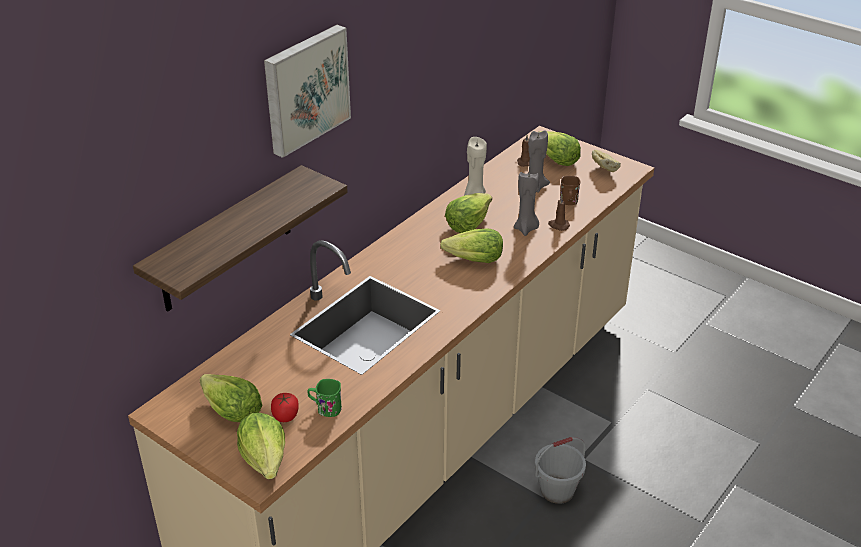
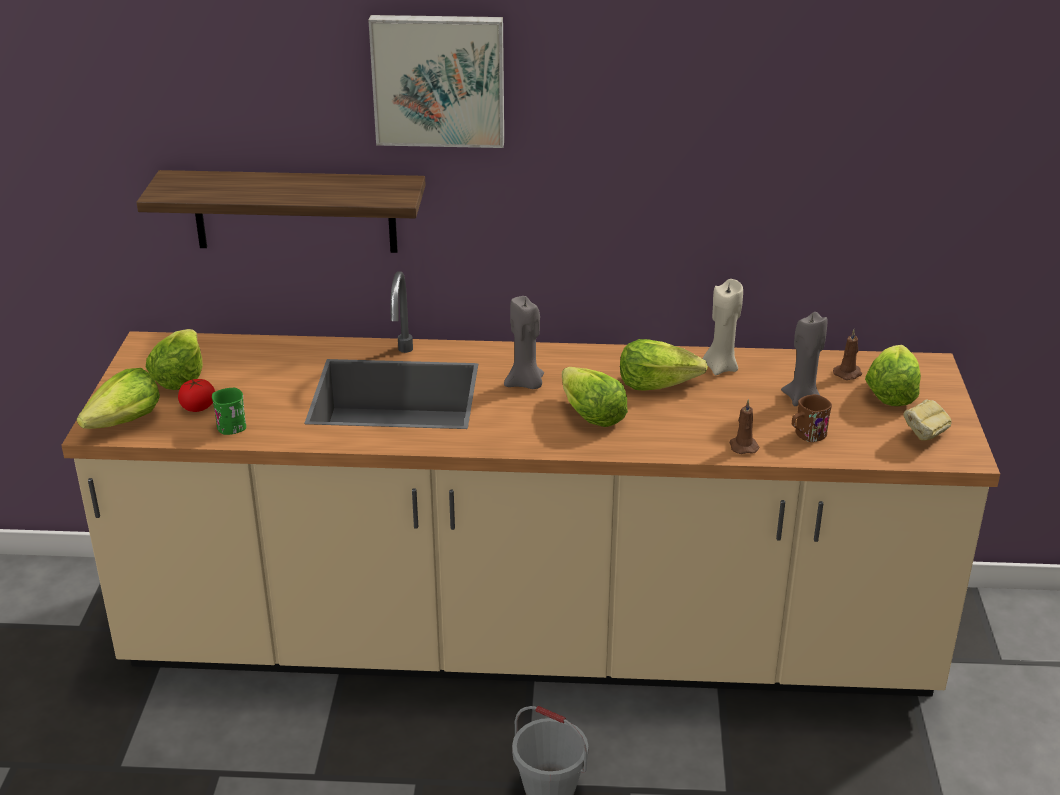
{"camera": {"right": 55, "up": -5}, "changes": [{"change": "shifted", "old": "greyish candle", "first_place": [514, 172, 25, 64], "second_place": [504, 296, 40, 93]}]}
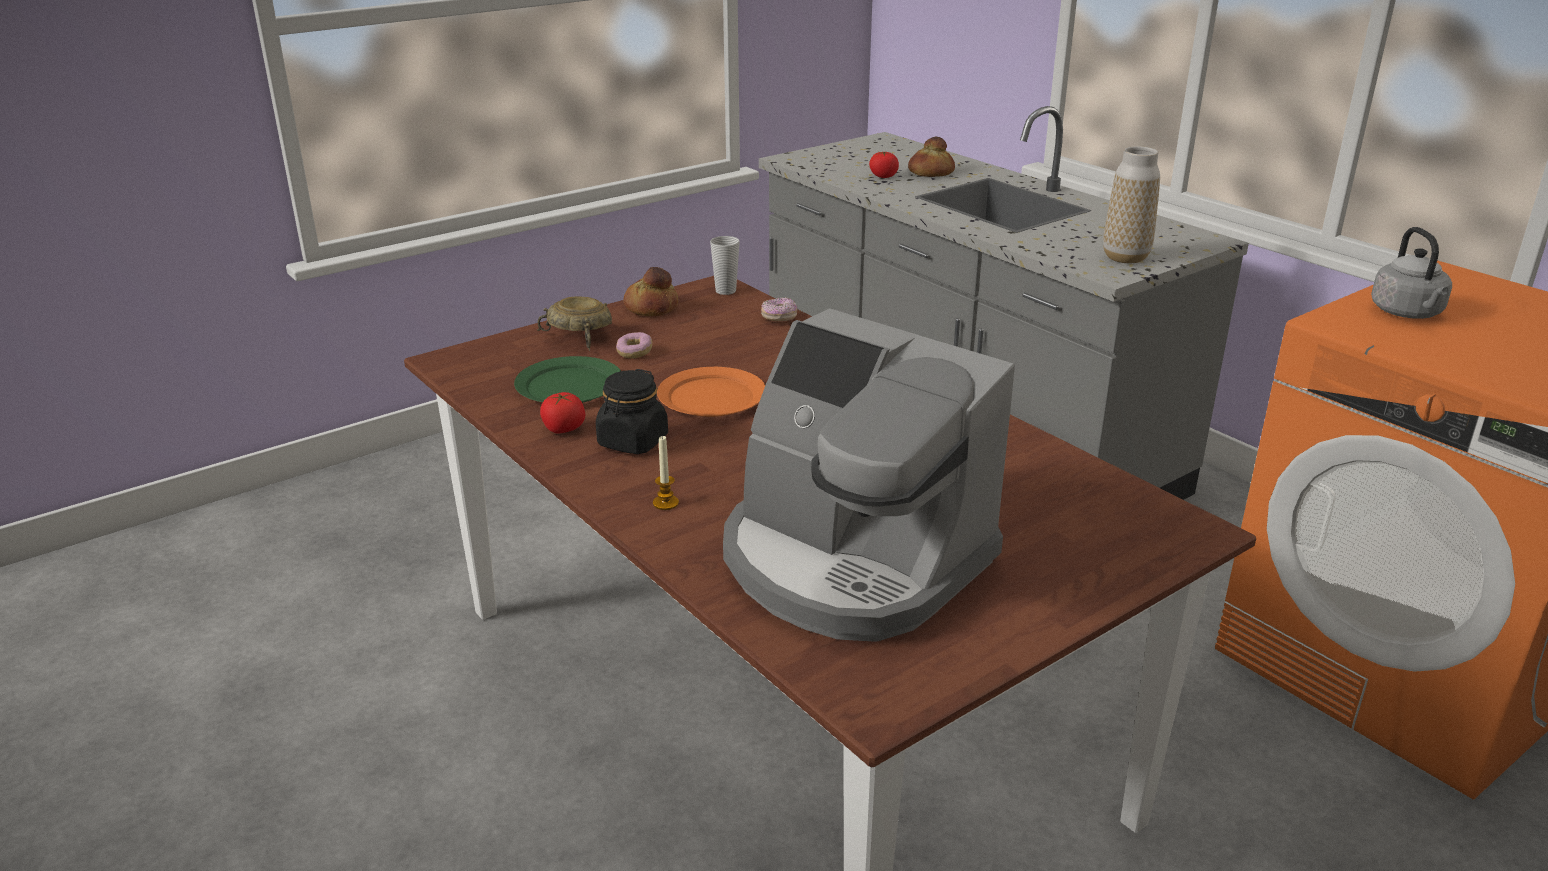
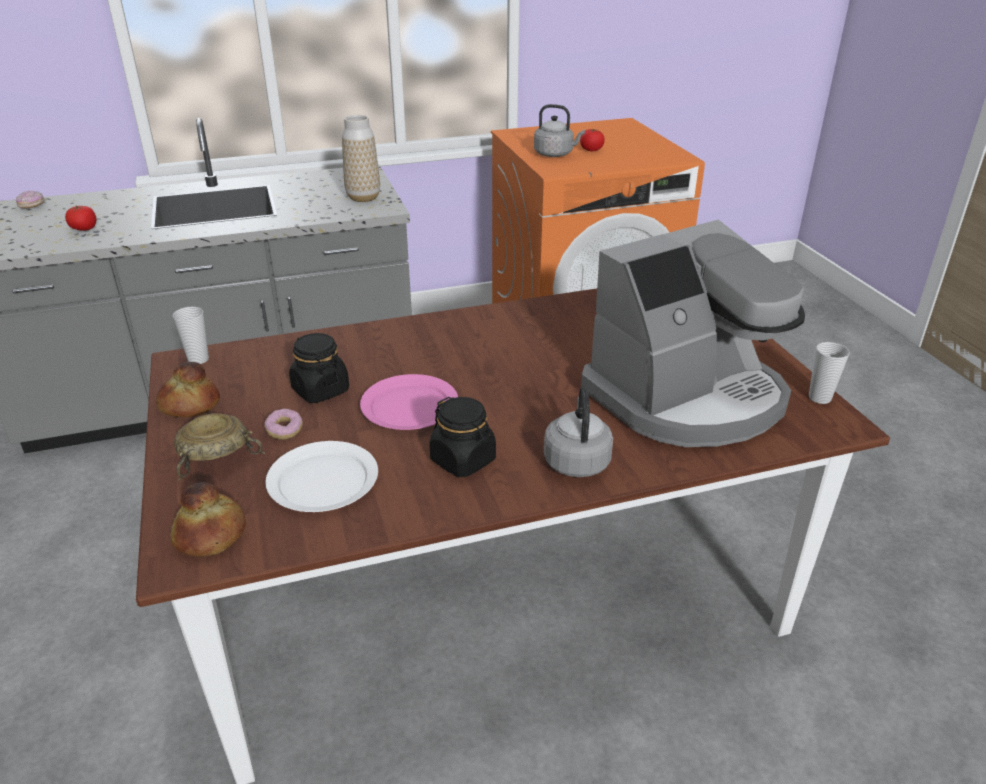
{"camera": {"right": -70, "up": 5}, "changes": [{"change": "shifted", "old": "ring doughnut", "first_place": [761, 297, 36, 24], "second_place": [16, 191, 28, 18]}, {"change": "shifted", "old": "baked bread", "first_place": [908, 137, 47, 40], "second_place": [171, 482, 75, 74]}, {"change": "repainted", "old": "green dinner plate", "new": "whitish dinner plate", "first_place": [514, 356, 107, 47], "second_place": [265, 441, 113, 71]}, {"change": "new", "new": "black-coloured storage jar", "second_place": [289, 333, 60, 70]}, {"change": "repainted", "old": "orange-coloured dinner plate", "new": "pink dinner plate", "first_place": [657, 367, 108, 50], "second_place": [360, 374, 98, 56]}, {"change": "swapped", "old": "candle", "new": "greyish kettle", "first_place": [653, 435, 26, 75], "second_place": [544, 386, 69, 91]}, {"change": "shifted", "old": "tomato", "first_place": [540, 392, 45, 41], "second_place": [580, 129, 25, 22]}, {"change": "new", "new": "small cup", "second_place": [809, 342, 41, 62]}]}
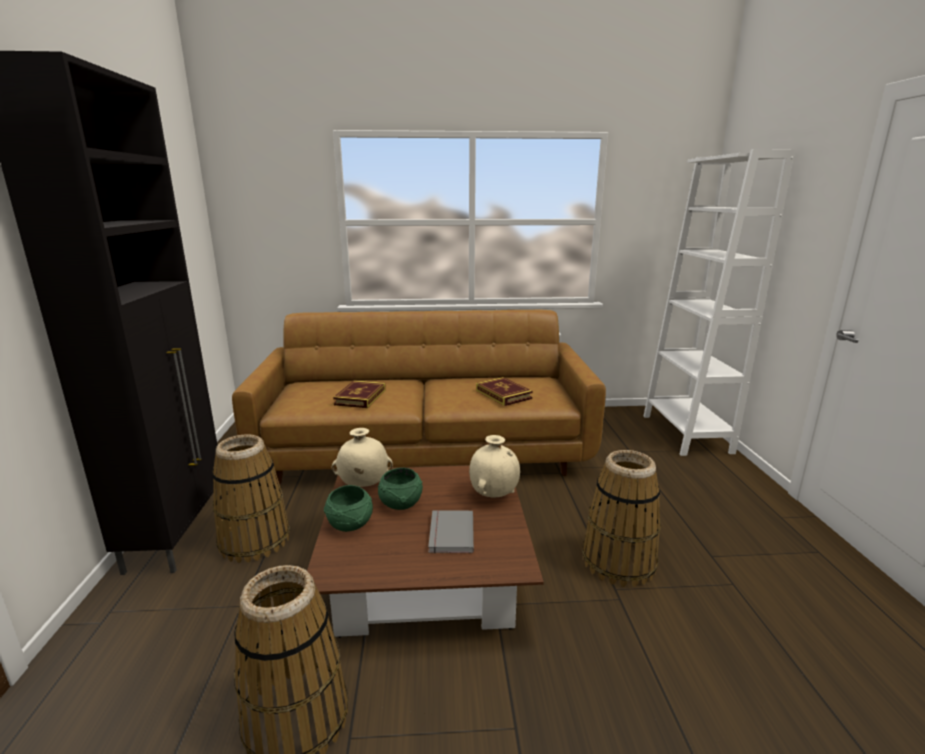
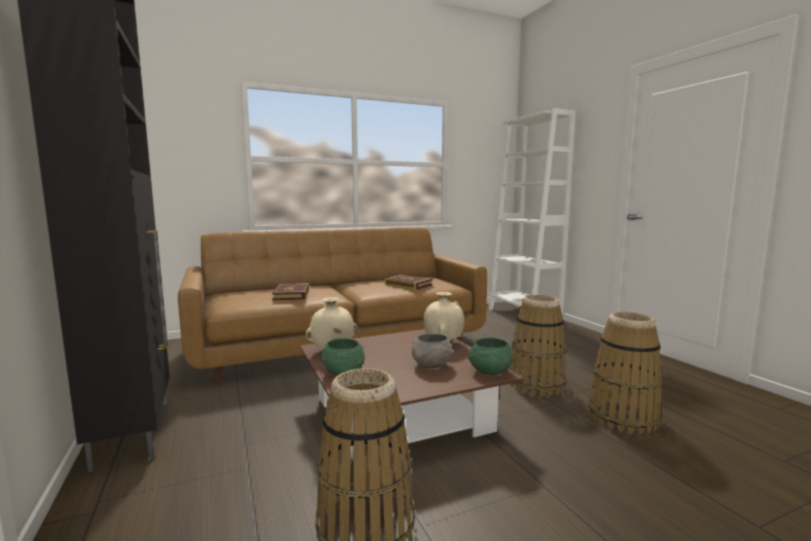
{"camera": {"right": -20, "up": -10}, "changes": [{"change": "swapped", "old": "greyish bound book", "new": "greyish deep dish", "first_place": [428, 510, 46, 43], "second_place": [412, 333, 41, 35]}, {"change": "shifted", "old": "green deep dish", "first_place": [378, 468, 45, 42], "second_place": [468, 338, 45, 37]}, {"change": "shifted", "old": "household basket", "first_place": [212, 434, 78, 129], "second_place": [588, 312, 75, 122]}]}
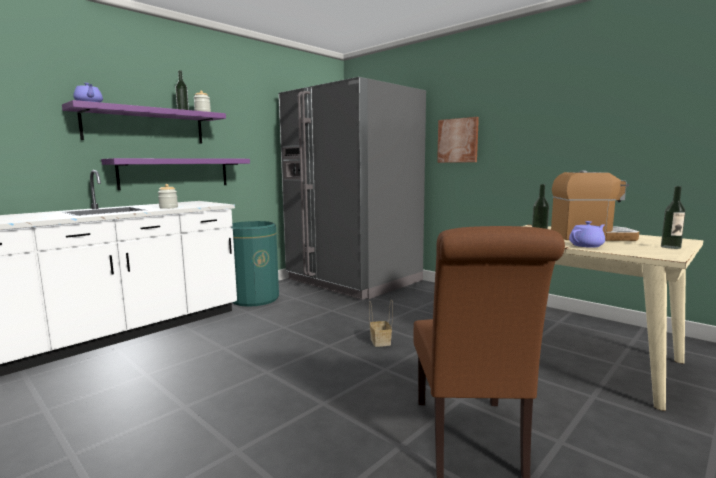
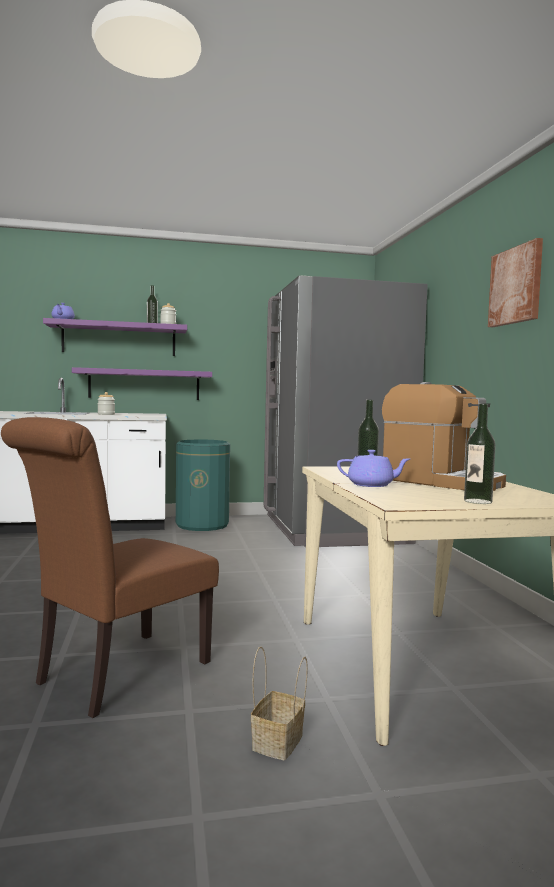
{"camera": {"right": 35, "up": -5}, "changes": [{"change": "shifted", "old": "household basket", "first_place": [369, 301, 24, 46], "second_place": [251, 646, 57, 114]}, {"change": "shifted", "old": "wall picture", "first_place": [437, 117, 42, 46], "second_place": [488, 238, 55, 89]}]}
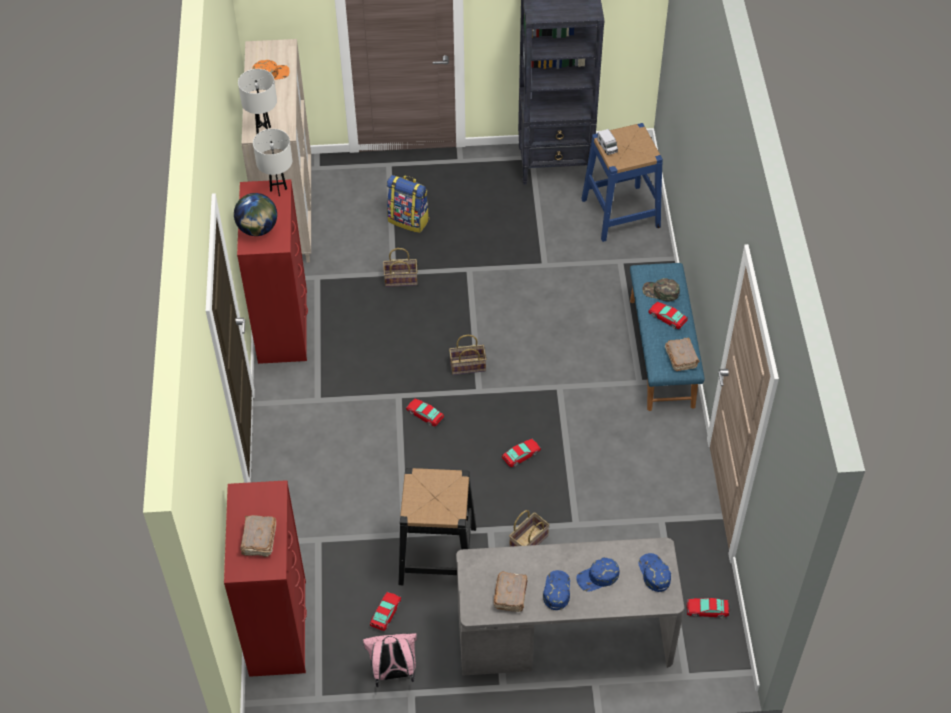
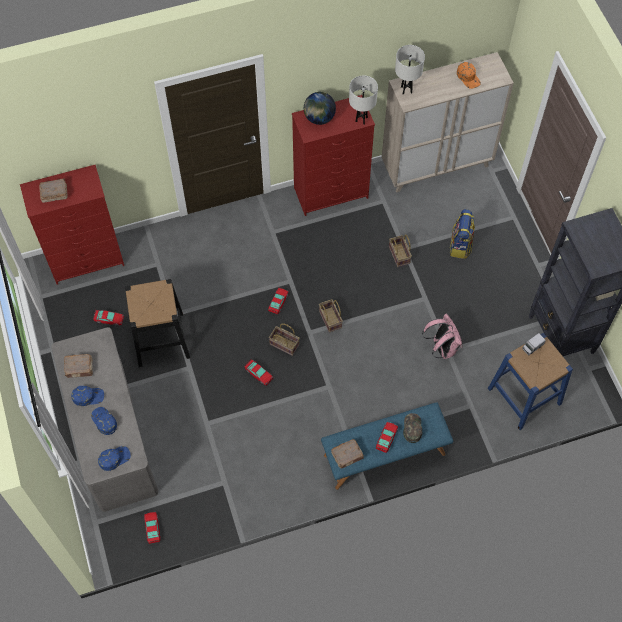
{"camera": {"right": 75, "up": 10}, "changes": [{"change": "shifted", "old": "household basket", "first_place": [509, 510, 40, 37], "second_place": [269, 323, 31, 33]}, {"change": "shifted", "old": "pink knapsack", "first_place": [363, 633, 54, 54], "second_place": [422, 314, 40, 45]}]}
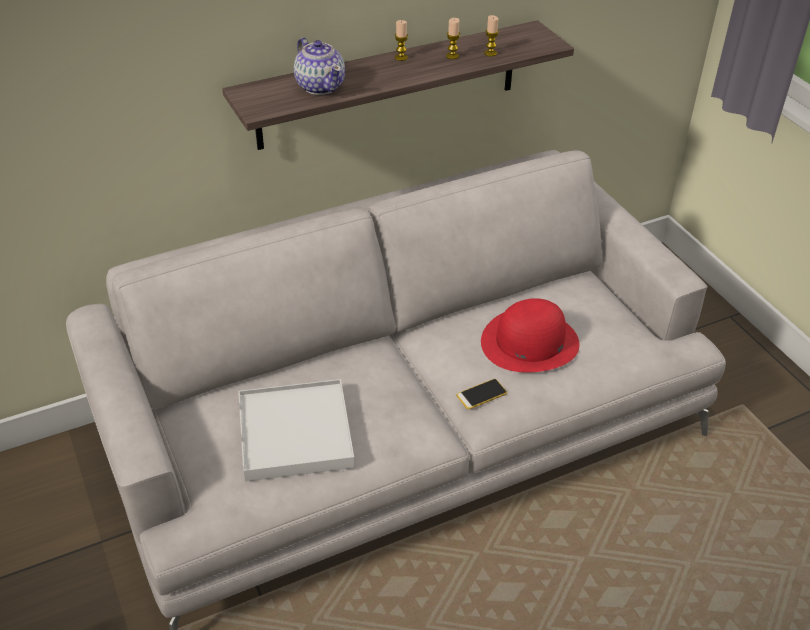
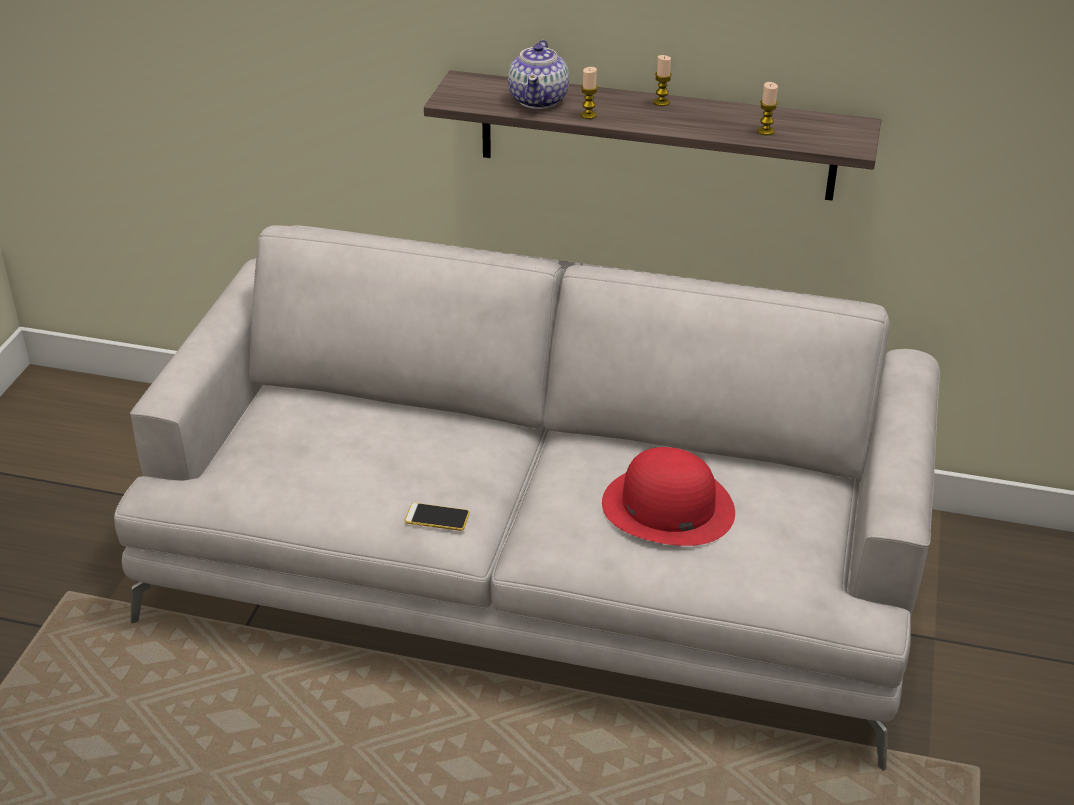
{"camera": {"right": 40, "up": -5}, "changes": [{"change": "shifted", "old": "handset", "first_place": [457, 379, 50, 30], "second_place": [405, 503, 65, 28]}, {"change": "shifted", "old": "candle", "first_place": [446, 18, 14, 41], "second_place": [580, 67, 18, 52]}, {"change": "gone", "old": "whitish carrying tray", "first_place": [238, 379, 117, 103]}]}
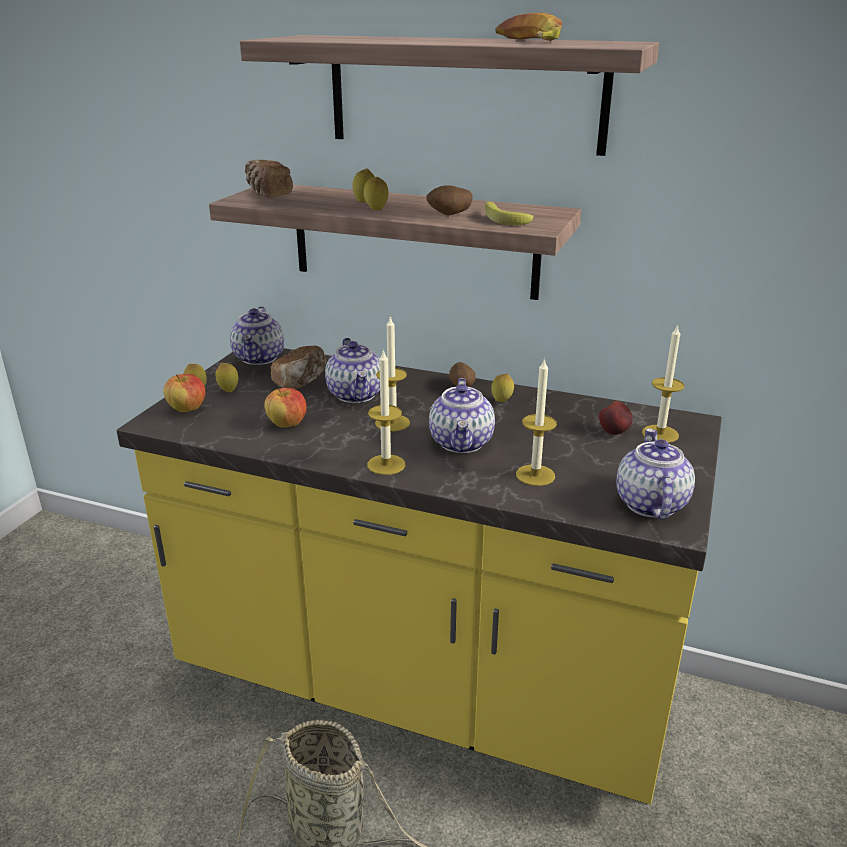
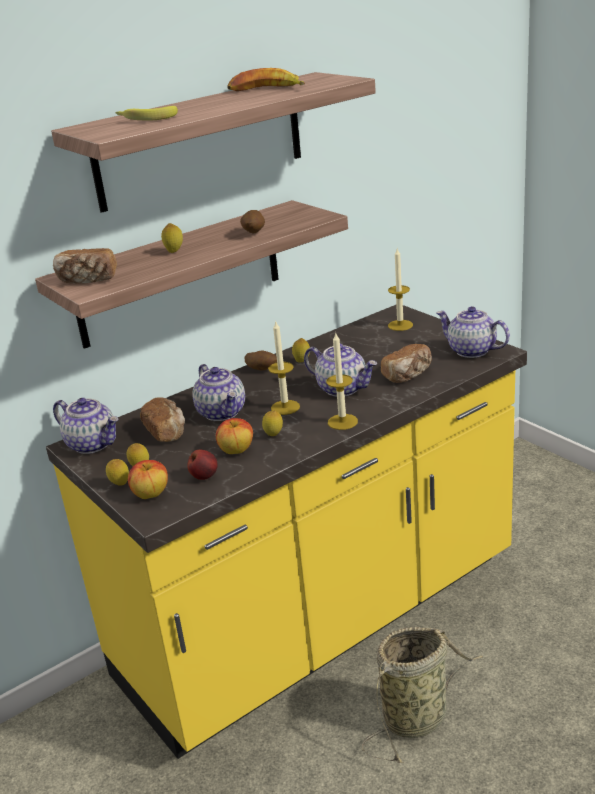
{"camera": {"right": -55, "up": 0}, "changes": [{"change": "shifted", "old": "banana fruit", "first_place": [485, 201, 48, 24], "second_place": [115, 106, 63, 14]}, {"change": "shifted", "old": "apple", "first_place": [599, 401, 34, 34], "second_place": [187, 450, 31, 30]}, {"change": "rotated", "old": "tea pot", "first_place": [325, 338, 55, 65], "second_place": [192, 364, 53, 57], "degrees": 45}, {"change": "shifted", "old": "whole lemon", "first_place": [364, 177, 25, 33], "second_place": [262, 410, 21, 26]}, {"change": "swapped", "old": "candle", "new": "baked bread", "first_place": [516, 358, 41, 128], "second_place": [381, 344, 51, 39]}]}
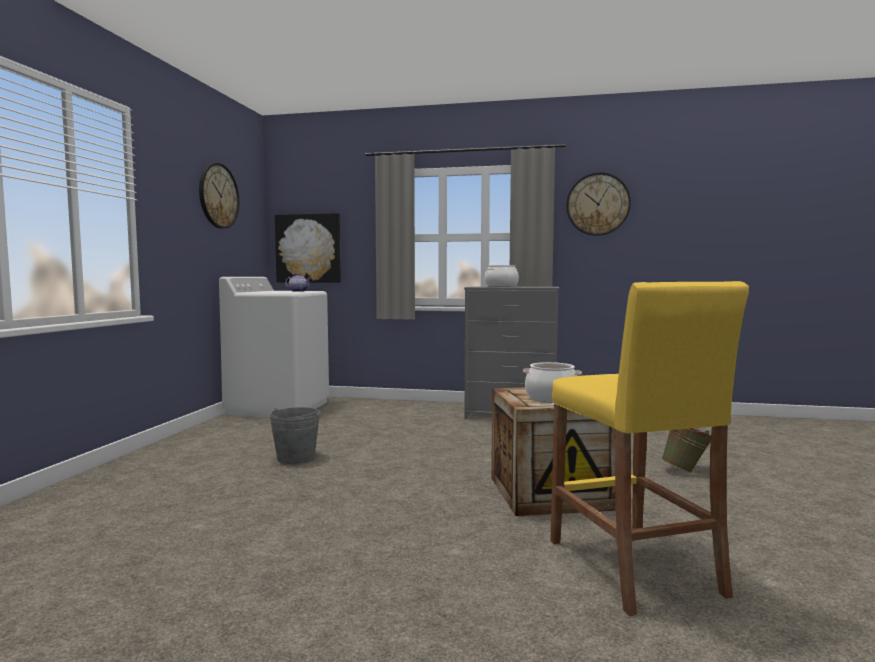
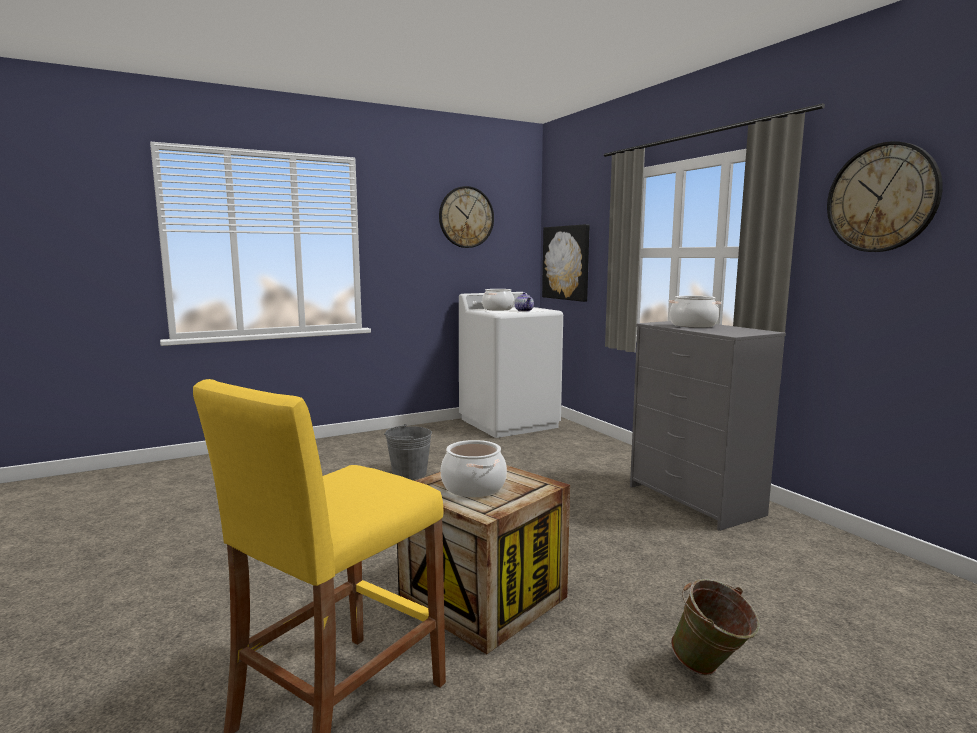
{"camera": {"right": 50, "up": 5}, "changes": [{"change": "new", "new": "saucepot", "second_place": [482, 289, 32, 22]}]}
